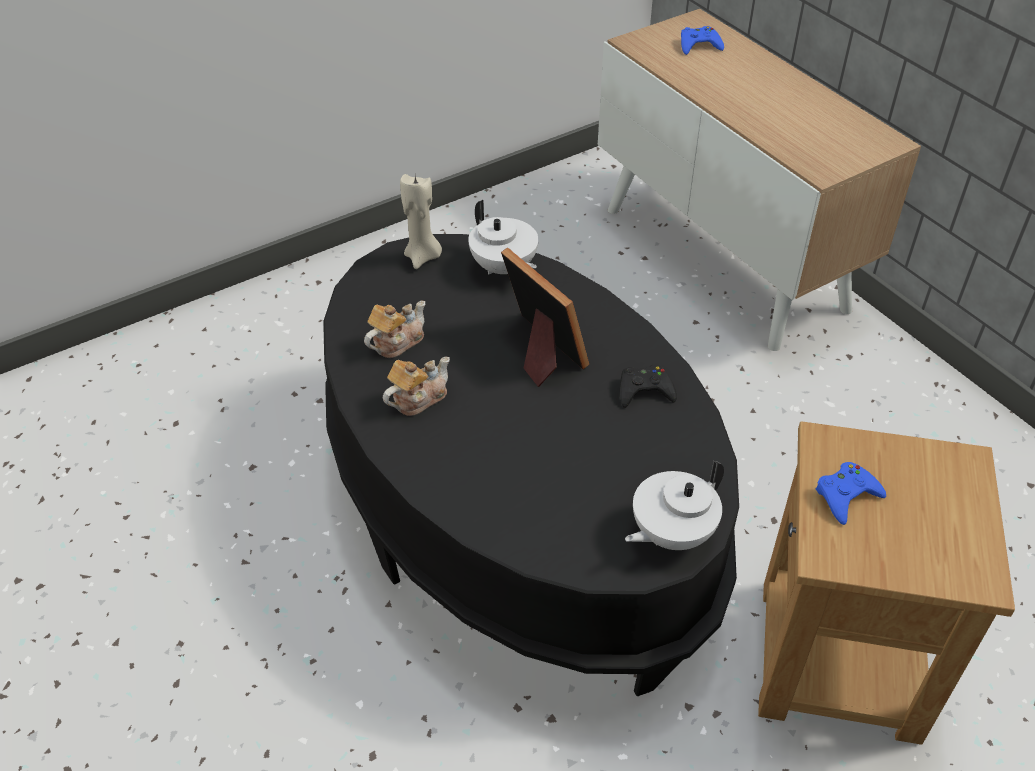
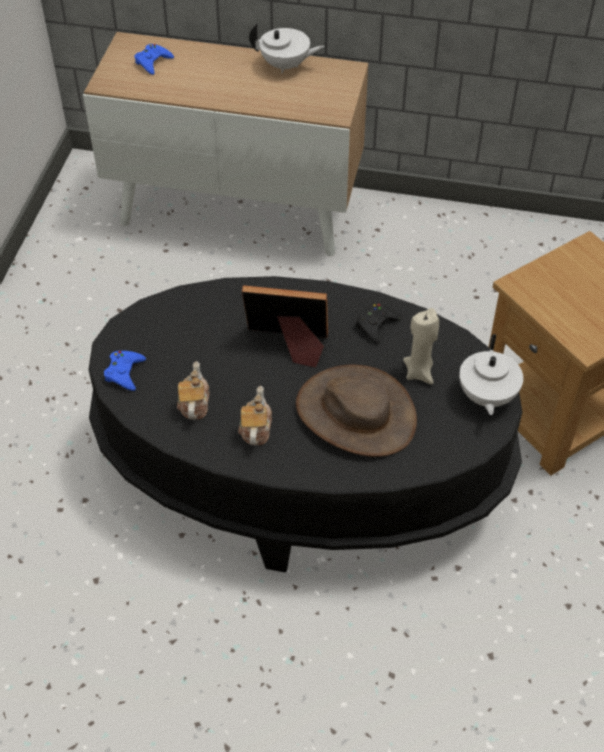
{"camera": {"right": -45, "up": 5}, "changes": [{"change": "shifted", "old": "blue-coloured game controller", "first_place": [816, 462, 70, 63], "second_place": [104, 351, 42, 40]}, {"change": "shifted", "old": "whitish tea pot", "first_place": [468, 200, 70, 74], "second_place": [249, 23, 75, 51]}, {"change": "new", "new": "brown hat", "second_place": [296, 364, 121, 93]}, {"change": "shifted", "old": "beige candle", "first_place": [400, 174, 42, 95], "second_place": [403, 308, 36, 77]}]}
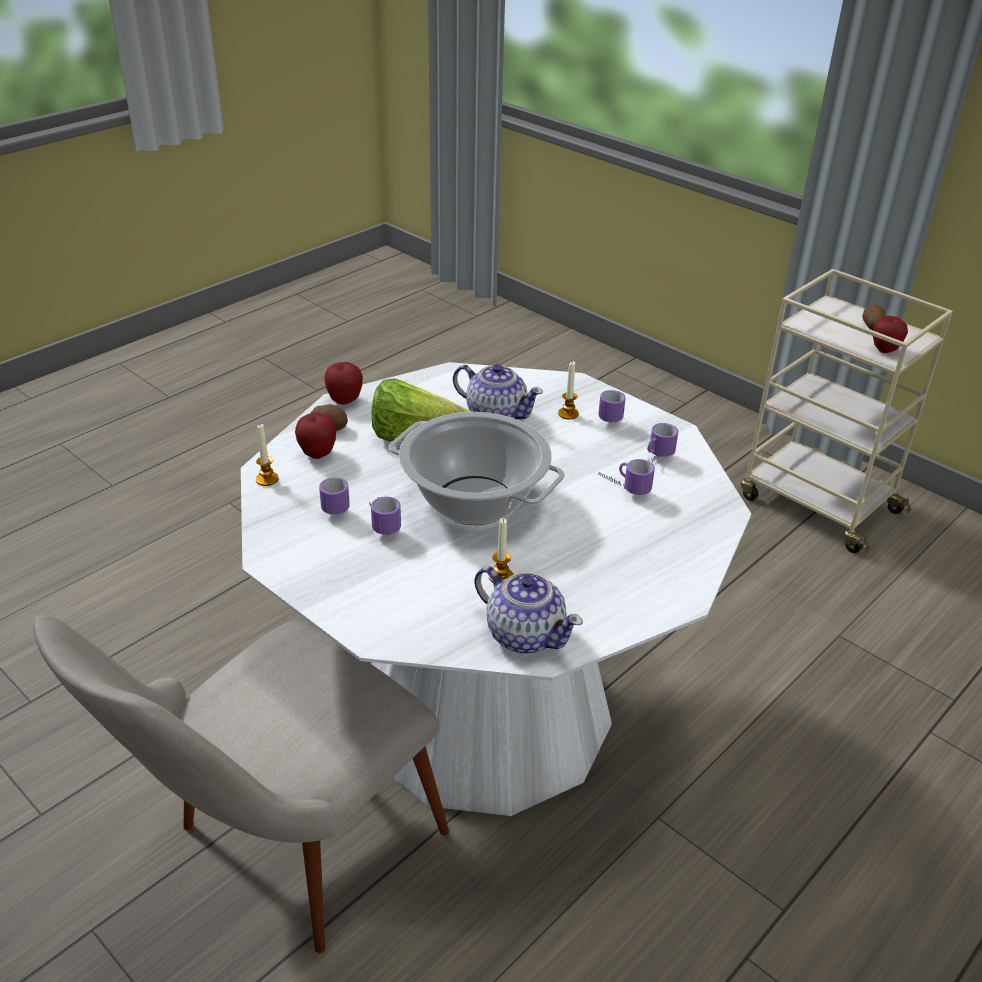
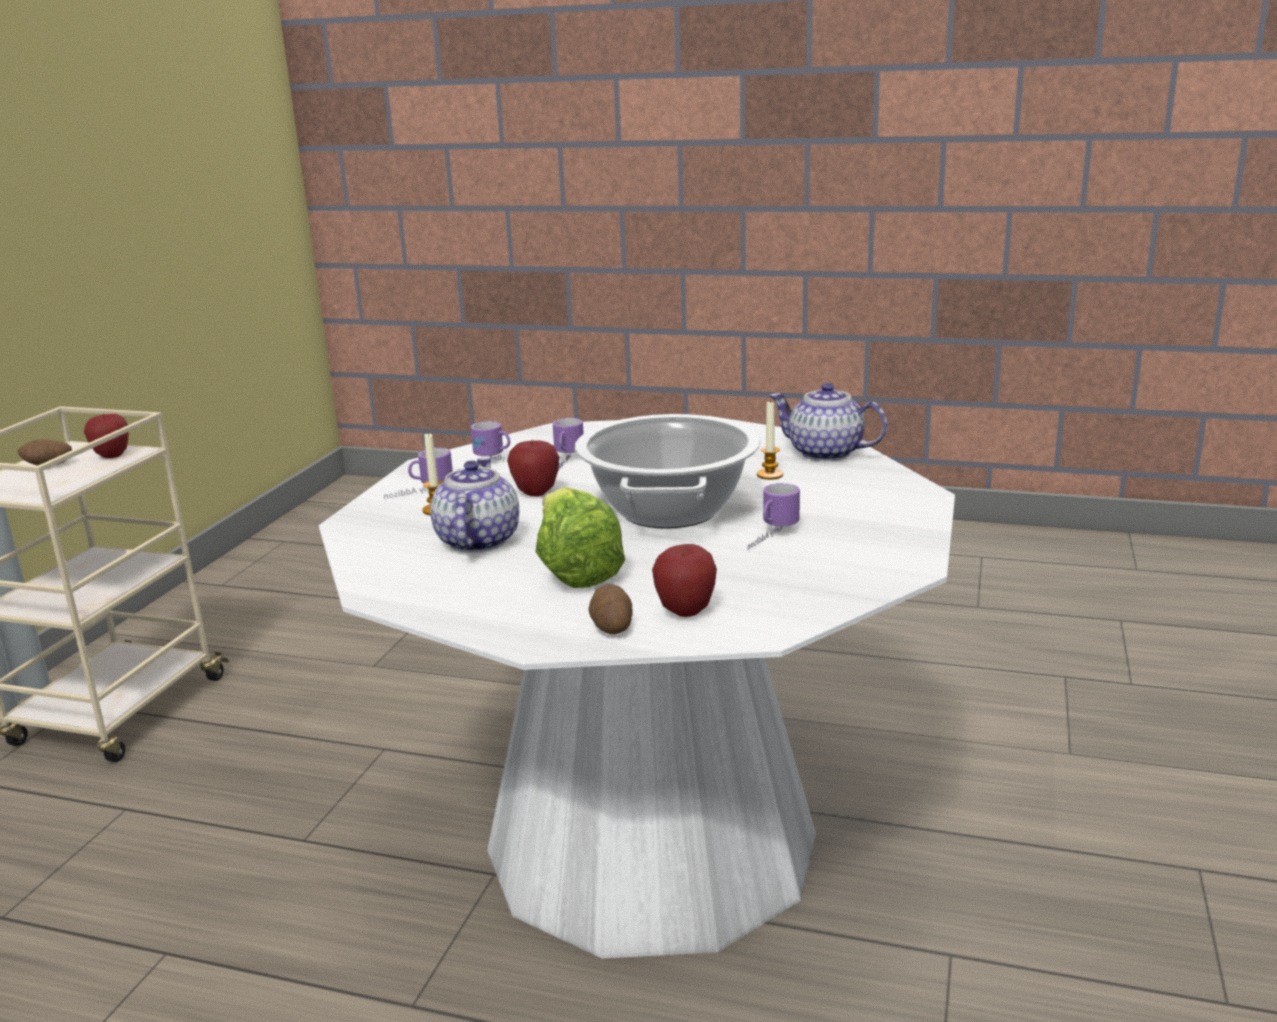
{"camera": {"right": -115, "up": -15}, "changes": [{"change": "shifted", "old": "apple", "first_place": [324, 362, 39, 42], "second_place": [507, 440, 52, 56]}, {"change": "rotated", "old": "tea pot", "first_place": [475, 566, 108, 88], "second_place": [769, 383, 119, 78], "degrees": -75}, {"change": "gone", "old": "beige chair", "first_place": [33, 615, 416, 338]}, {"change": "gone", "old": "candle", "first_place": [256, 424, 23, 62]}, {"change": "gone", "old": "tea mug", "first_place": [319, 477, 31, 38]}]}
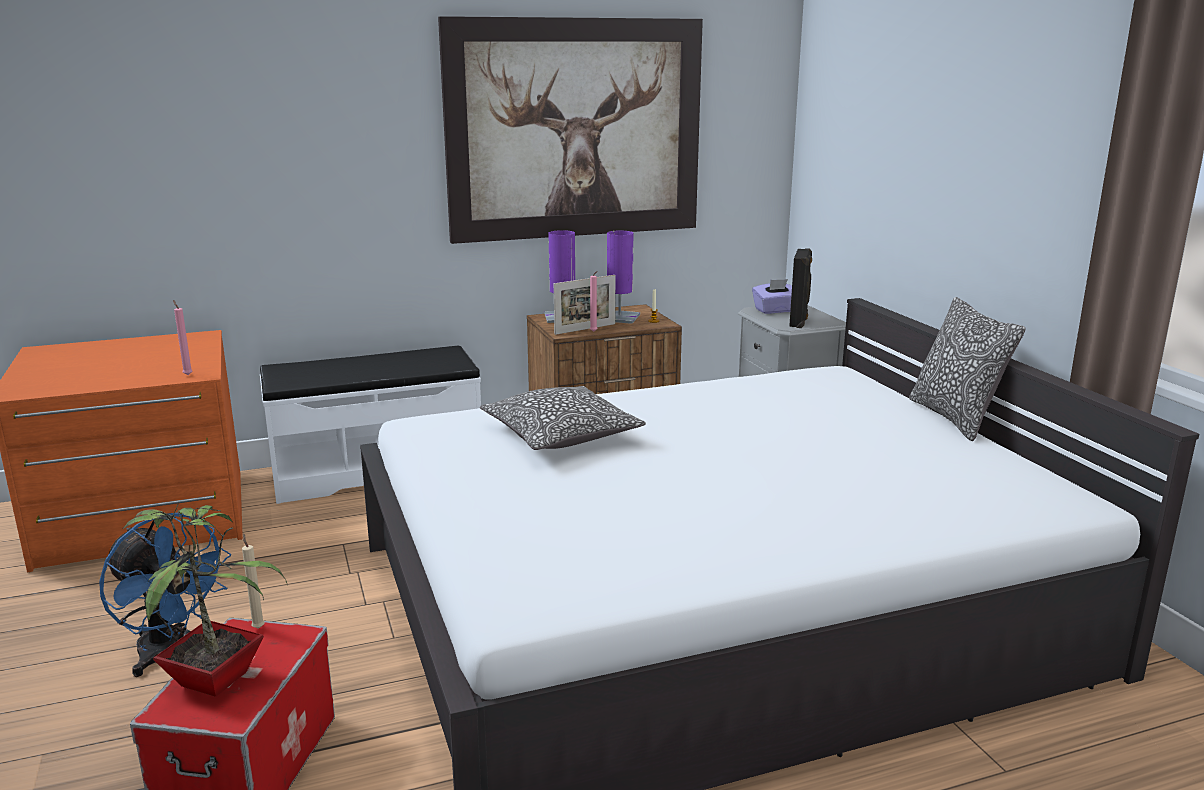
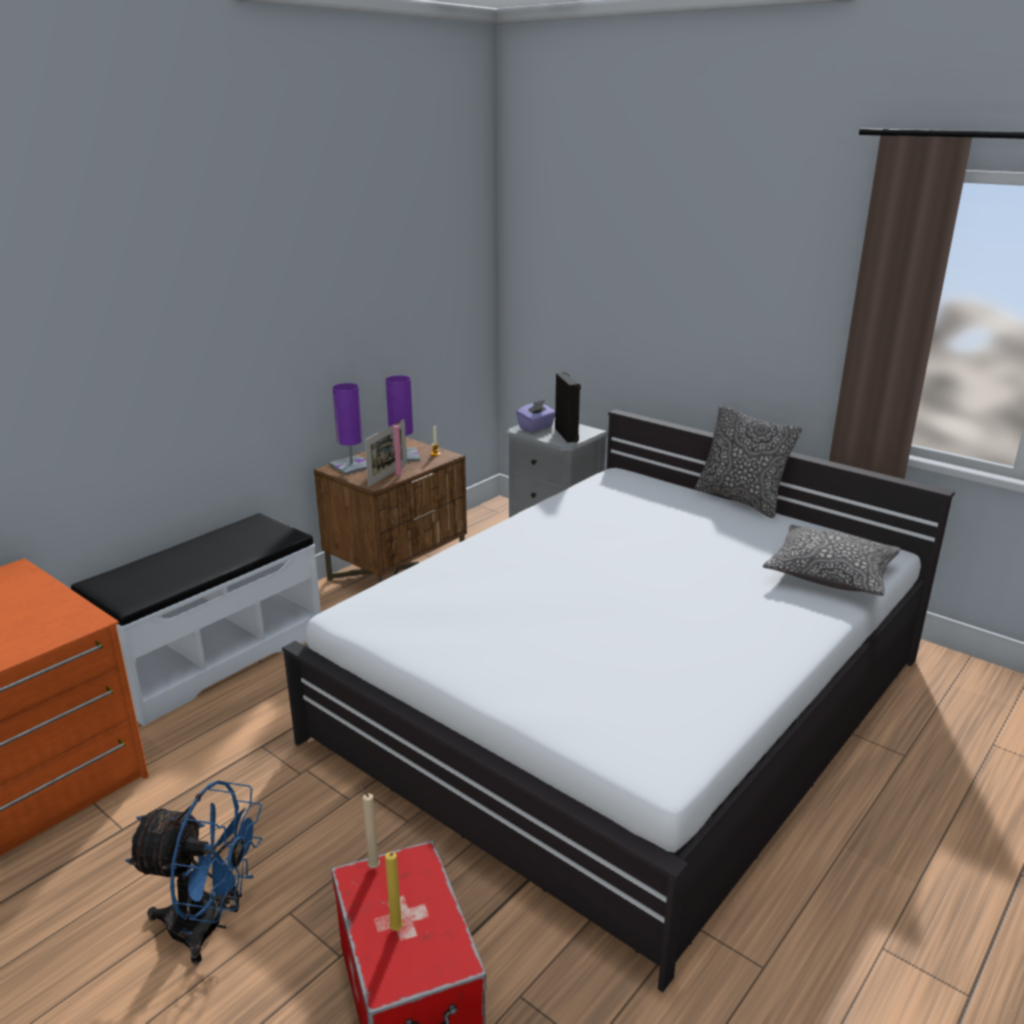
{"camera": {"right": -30, "up": 5}, "changes": [{"change": "swapped", "old": "houseplant", "new": "yellowish candle", "first_place": [122, 502, 166, 195], "second_place": [385, 852, 18, 79]}, {"change": "shifted", "old": "cushion", "first_place": [480, 386, 166, 64], "second_place": [763, 525, 138, 71]}, {"change": "gone", "old": "pink candle", "first_place": [173, 300, 19, 75]}, {"change": "gone", "old": "wall picture", "first_place": [438, 16, 265, 228]}]}
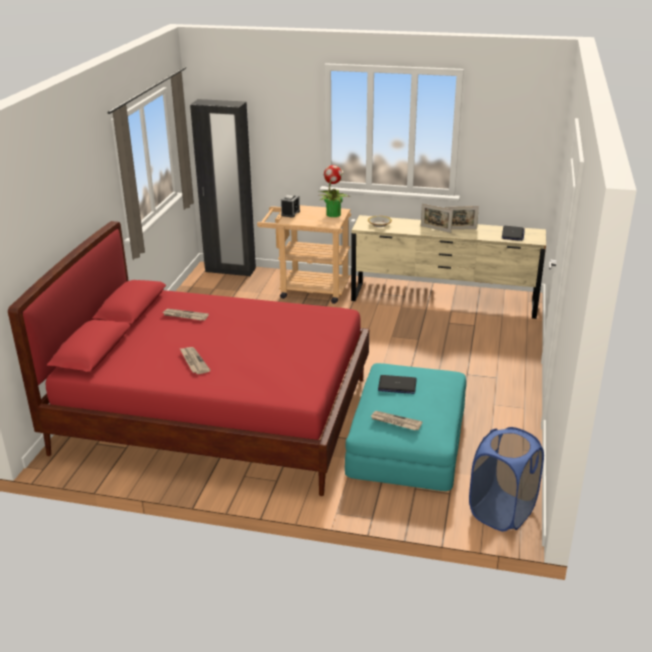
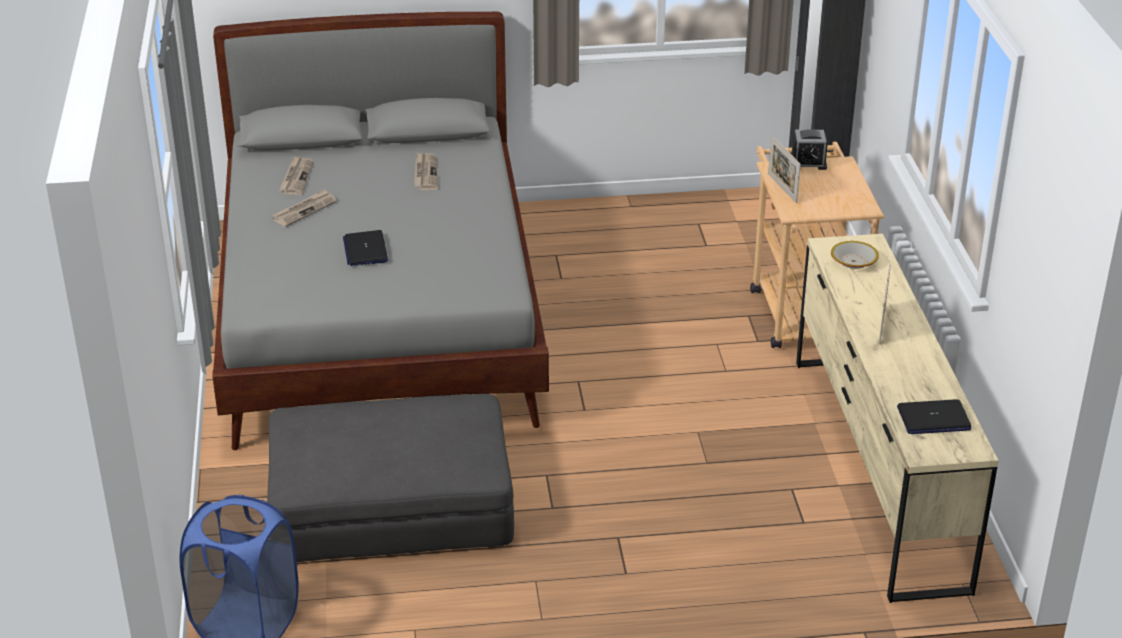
{"camera": {"right": 70, "up": 5}, "changes": [{"change": "repainted", "old": "red bed", "new": "greyish bed", "first_place": [8, 221, 361, 275], "second_place": [212, 12, 337, 438]}, {"change": "repainted", "old": "turquoise pouffe", "new": "greyish pouffe", "first_place": [345, 363, 121, 128], "second_place": [267, 394, 247, 168]}, {"change": "shifted", "old": "newspaper", "first_place": [370, 411, 52, 19], "second_place": [279, 156, 34, 39]}, {"change": "shifted", "old": "laptop", "first_place": [378, 375, 39, 19], "second_place": [343, 230, 45, 36]}, {"change": "shifted", "old": "picture frame", "first_place": [445, 206, 34, 24], "second_place": [768, 135, 33, 69]}, {"change": "gone", "old": "houseplant", "first_place": [319, 165, 30, 52]}]}
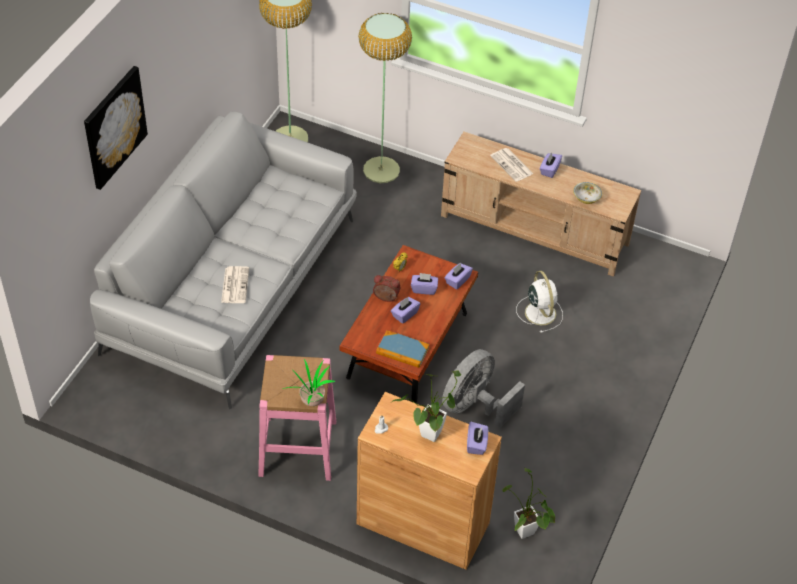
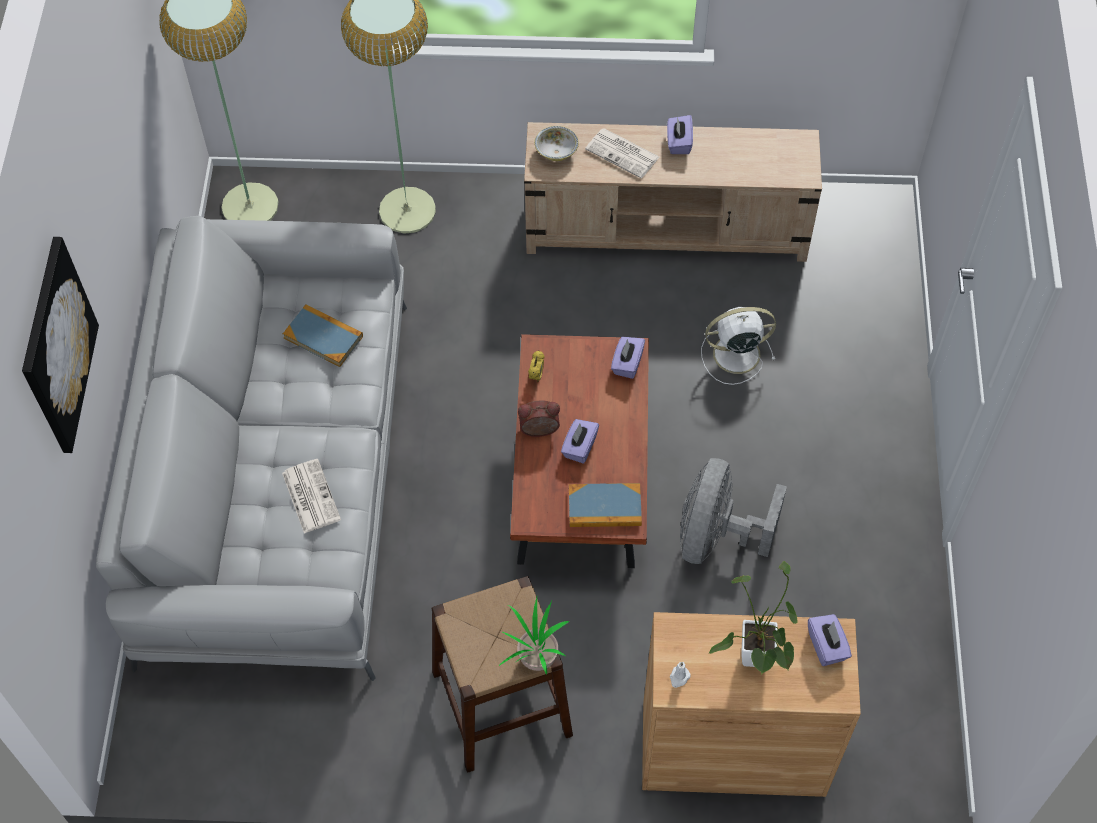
{"camera": {"right": -20, "up": 10}, "changes": [{"change": "new", "new": "bound book", "second_place": [283, 304, 80, 63]}, {"change": "repainted", "old": "pink stool seat", "new": "brown stool seat", "first_place": [258, 355, 78, 126], "second_place": [432, 576, 141, 197]}, {"change": "shifted", "old": "deep dish", "first_place": [573, 182, 30, 22], "second_place": [534, 126, 45, 35]}, {"change": "rotated", "old": "whitish cooling fan", "first_place": [516, 271, 47, 62], "second_place": [701, 307, 75, 78], "degrees": -60}, {"change": "gone", "old": "purple-coloured tissue box", "first_place": [411, 273, 27, 22]}, {"change": "gone", "old": "houseplant", "first_place": [502, 468, 53, 71]}]}
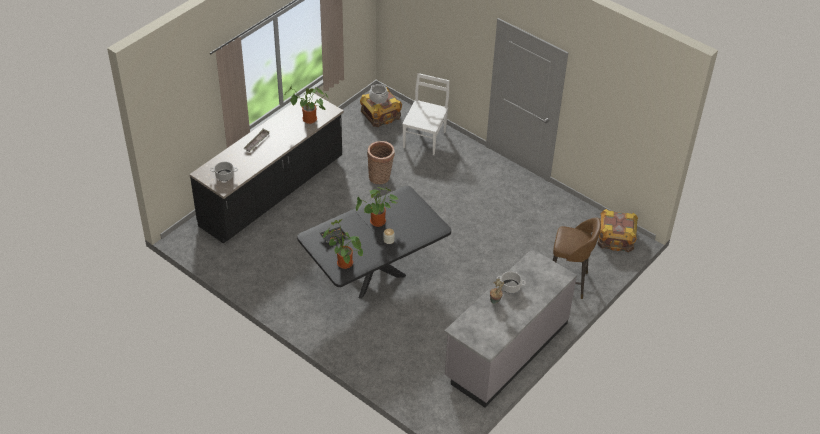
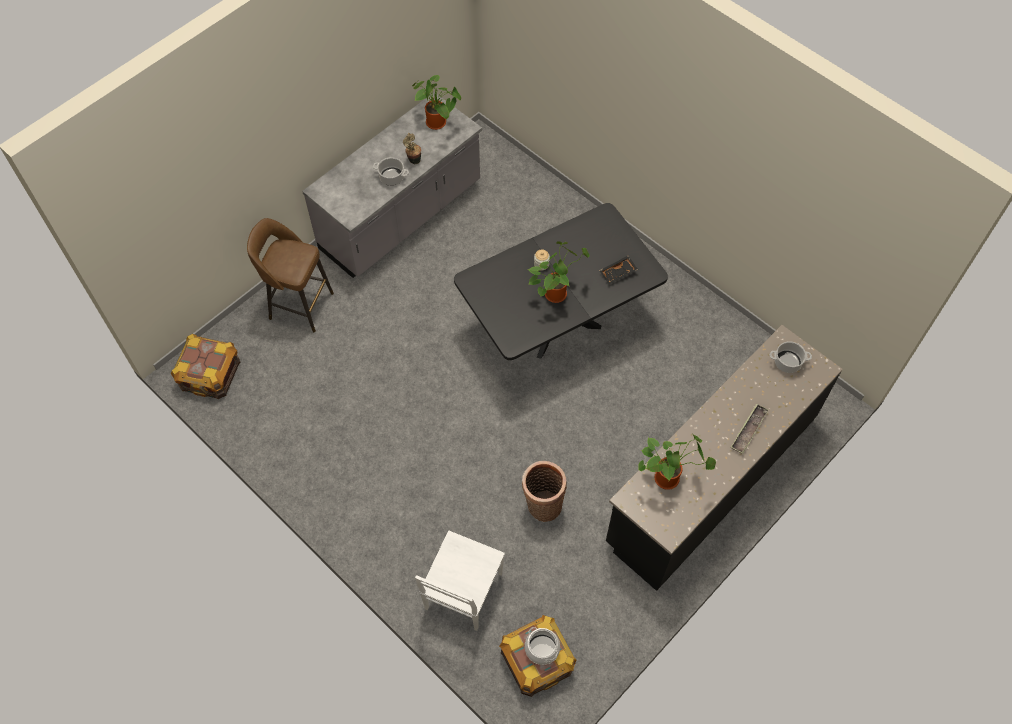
{"camera": {"right": -175, "up": 15}, "changes": [{"change": "shifted", "old": "houseplant", "first_place": [323, 219, 40, 50], "second_place": [412, 75, 49, 55]}]}
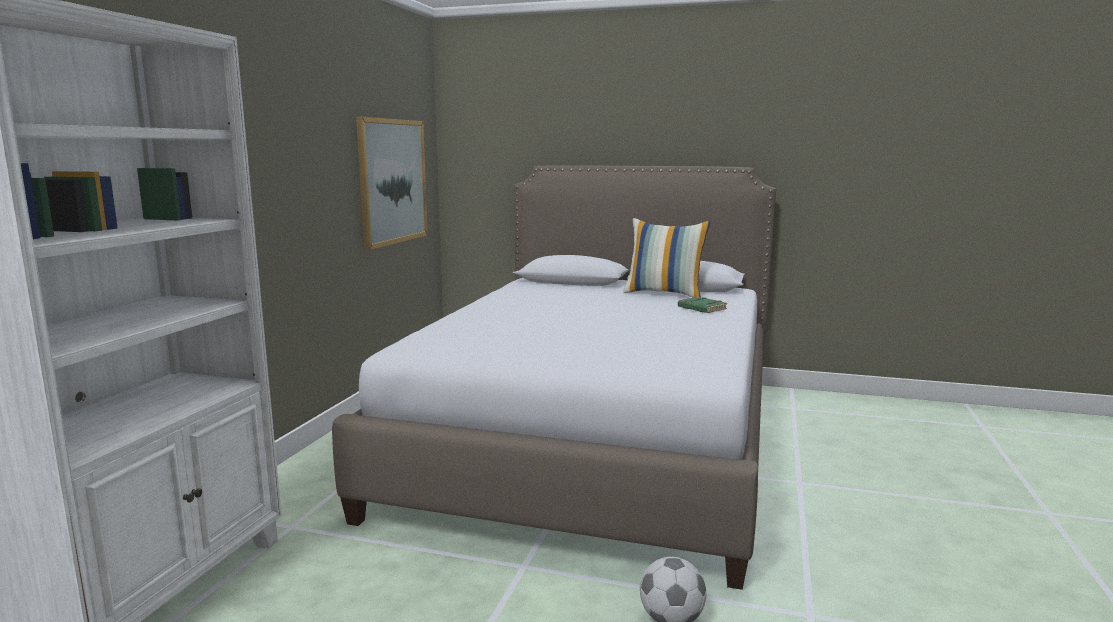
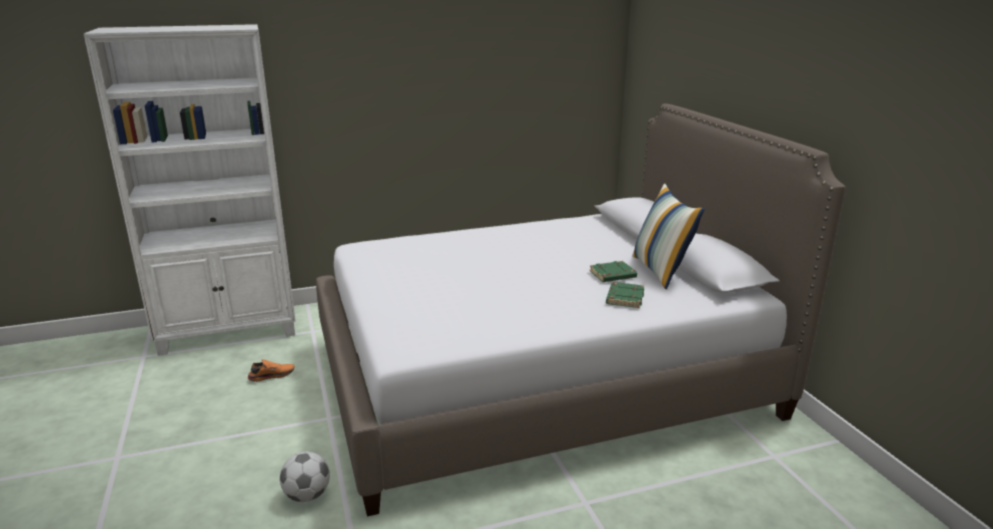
{"camera": {"right": 55, "up": 10}, "changes": [{"change": "new", "new": "orange-coloured item of footwear", "second_place": [247, 359, 48, 23]}, {"change": "new", "new": "green bound book", "second_place": [590, 261, 47, 21]}, {"change": "gone", "old": "wall picture", "first_place": [356, 117, 72, 133]}]}
